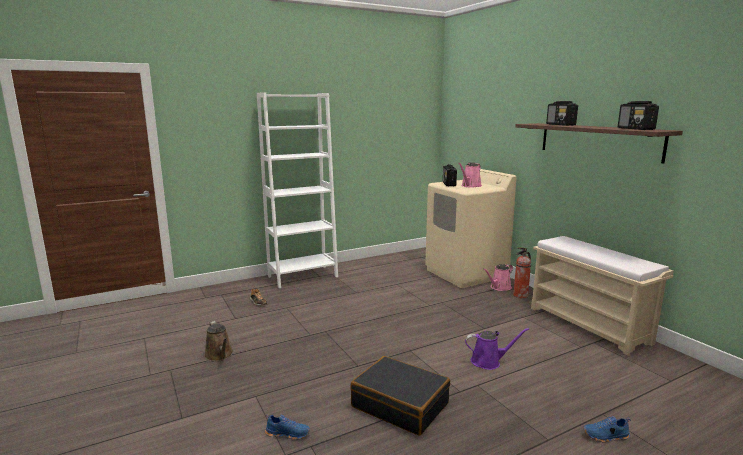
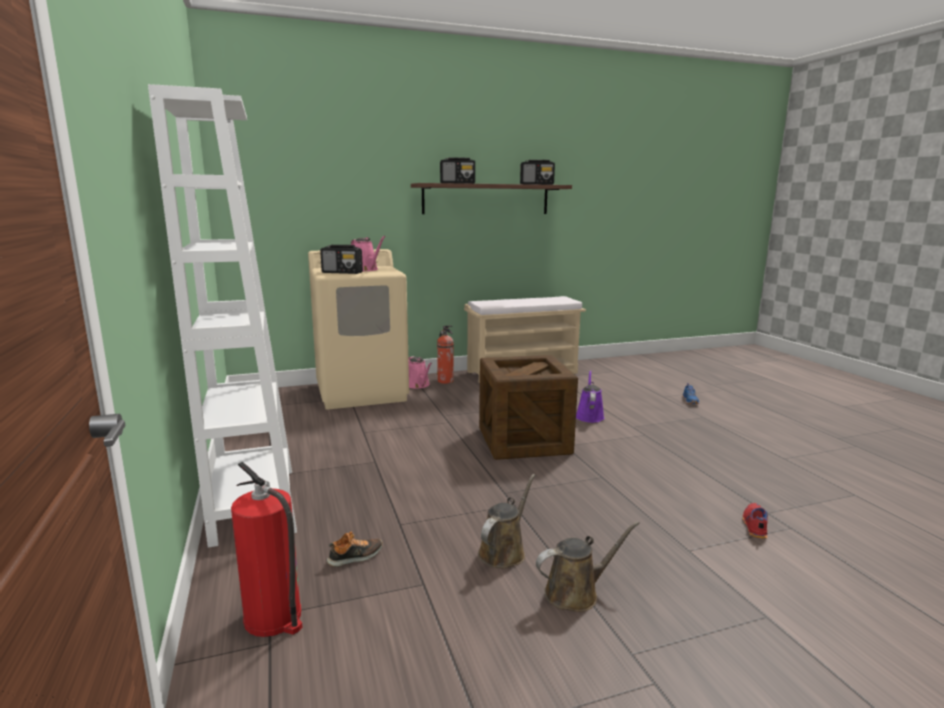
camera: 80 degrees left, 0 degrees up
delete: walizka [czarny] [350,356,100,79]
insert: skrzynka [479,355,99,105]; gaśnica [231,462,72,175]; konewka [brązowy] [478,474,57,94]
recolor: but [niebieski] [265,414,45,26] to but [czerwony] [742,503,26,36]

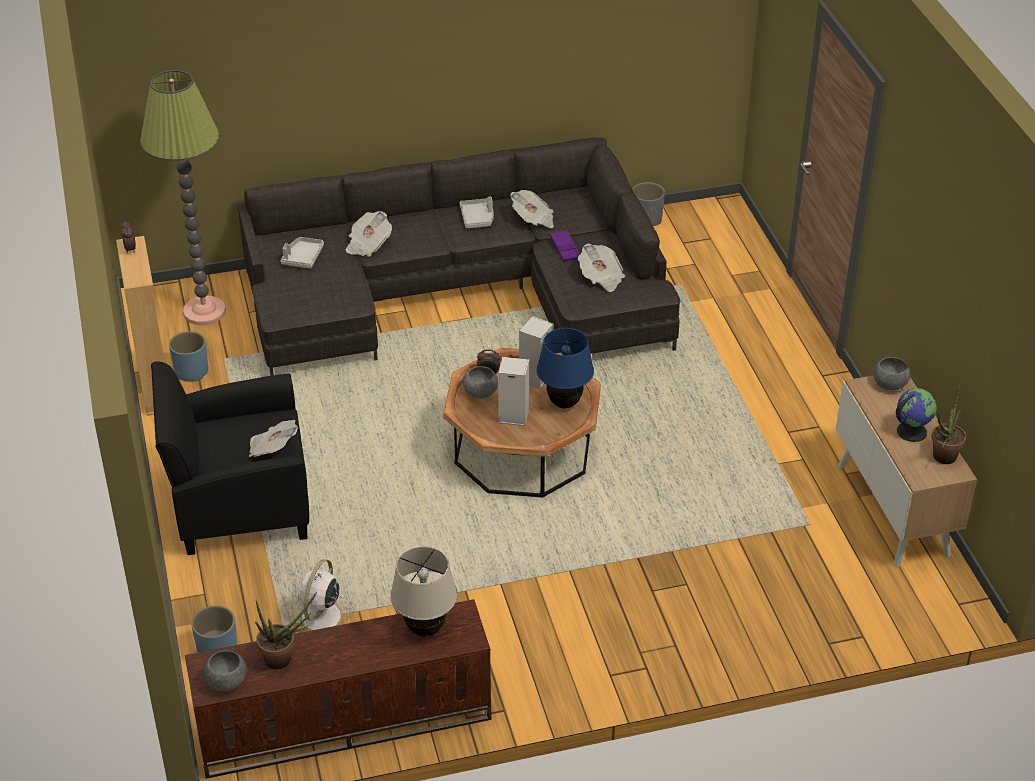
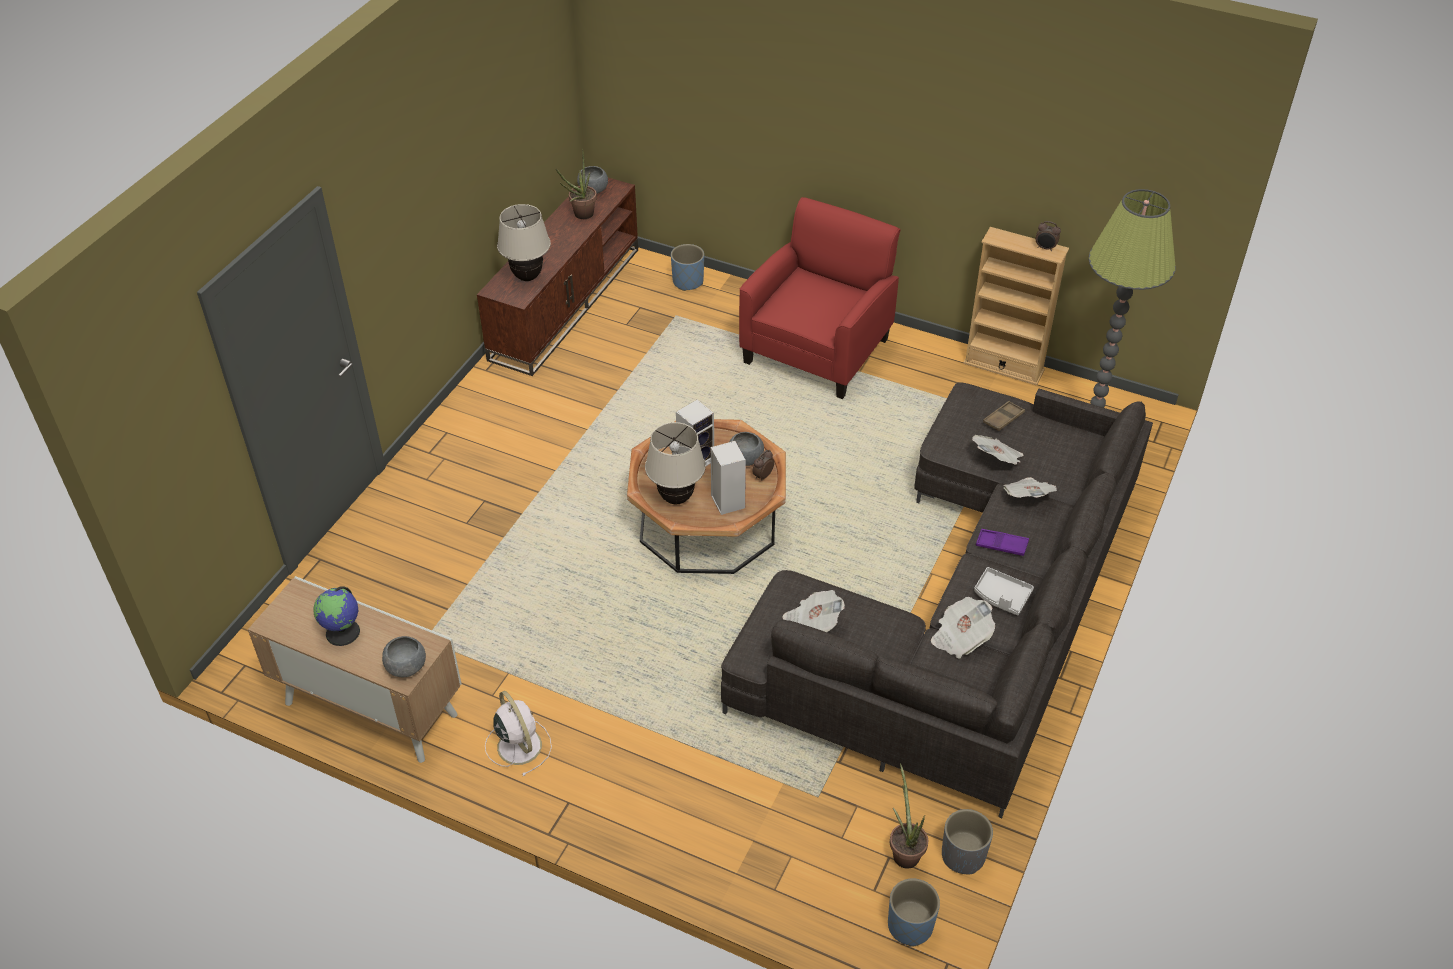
camera: 130 degrees right, 5 degrees up
delete: taca [szary] [281,237,43,31]
insert: taca [brązowy] [983,401,42,30]
move: taca [fioletowy] [550,230,30,31] to [976,529,53,27]; donica [niebieski] [169,331,39,50] to [888,878,52,69]; roślina doniczkowa [931,384,36,80] to [890,763,38,106]; gazeta [249,420,49,37] to [972,435,52,30]; wentylator [biały] [292,559,58,74] to [485,691,67,85]
recolor: lampa stołowa [niebieski] [537,328,57,80] to lampa stołowa [beżowy] [645,422,61,83]; fotel [czarny] [151,361,158,194] to fotel [czerwony] [739,197,161,202]

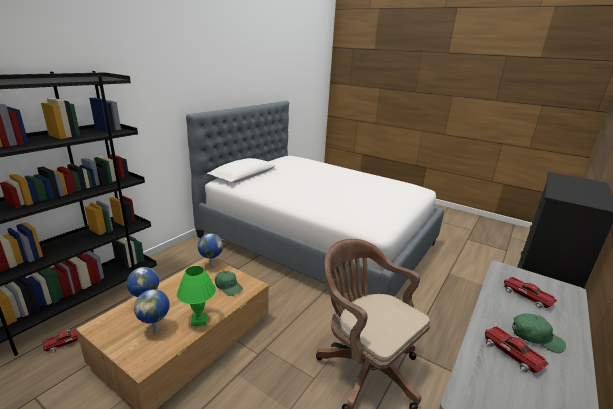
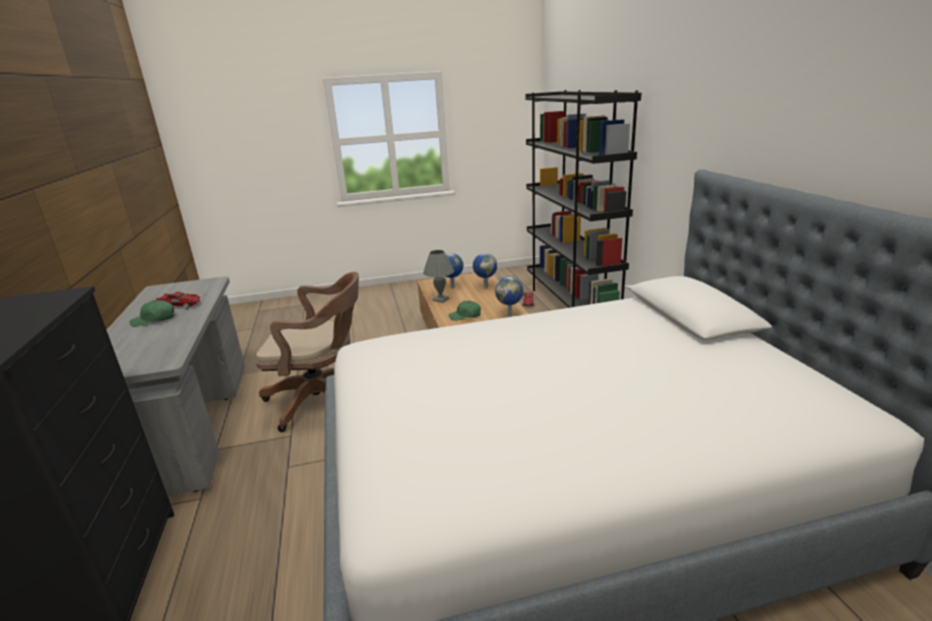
camera: 135 degrees right, 0 degrees up
delete: samochodzik [504,277,53,32]
recolor: lampa stołowa [zielony] [177,266,39,60] to lampa stołowa [szary] [423,250,31,53]

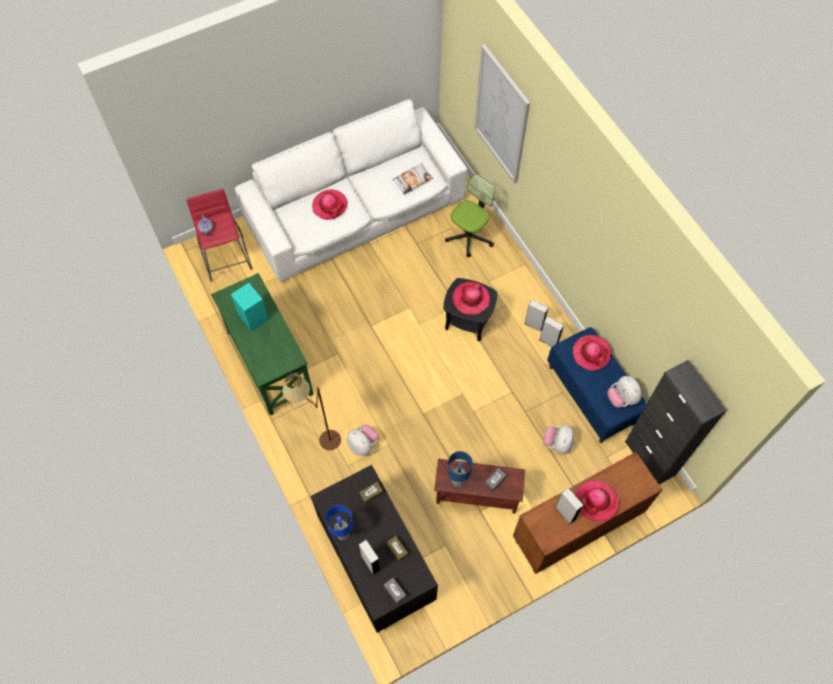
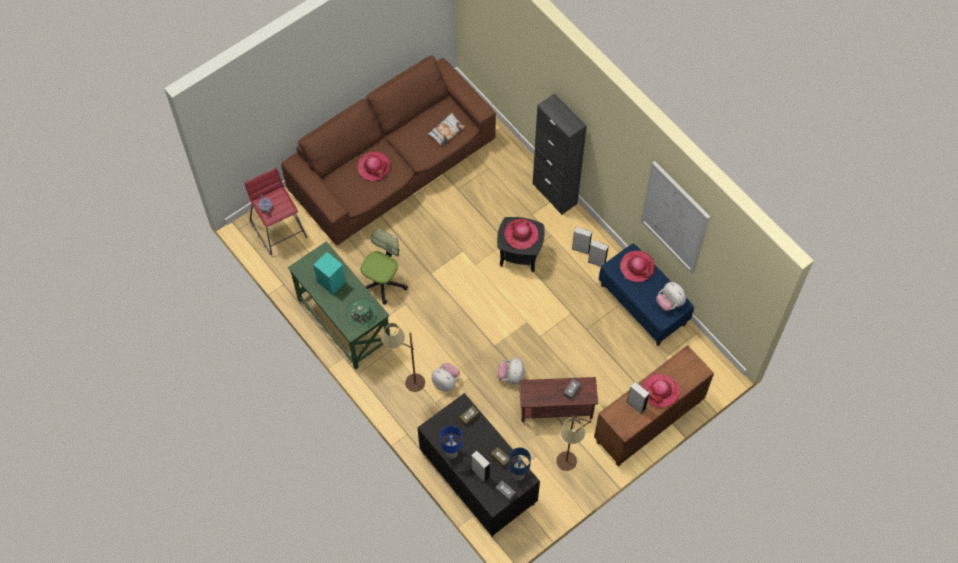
camera: 10 degrees left, 0 degrees up
insert: kapelusz [zielony] [346,298,32,30]; lampa stojąca [brązowy] [556,416,35,55]
move: obraz [474,44,56,140] to [641,161,69,113]; krzesło biurowe [445,174,50,83] to [360,229,48,75]; szafka [czarny] [625,360,101,124] to [533,93,54,122]; pluszak [543,425,31,29] to [497,358,28,26]; lampa stołowa [niebieski] [447,451,26,36] to [508,447,23,33]
recolor: kanapa [biały] [235,99,232,183] to kanapa [brązowy] [281,55,215,190]

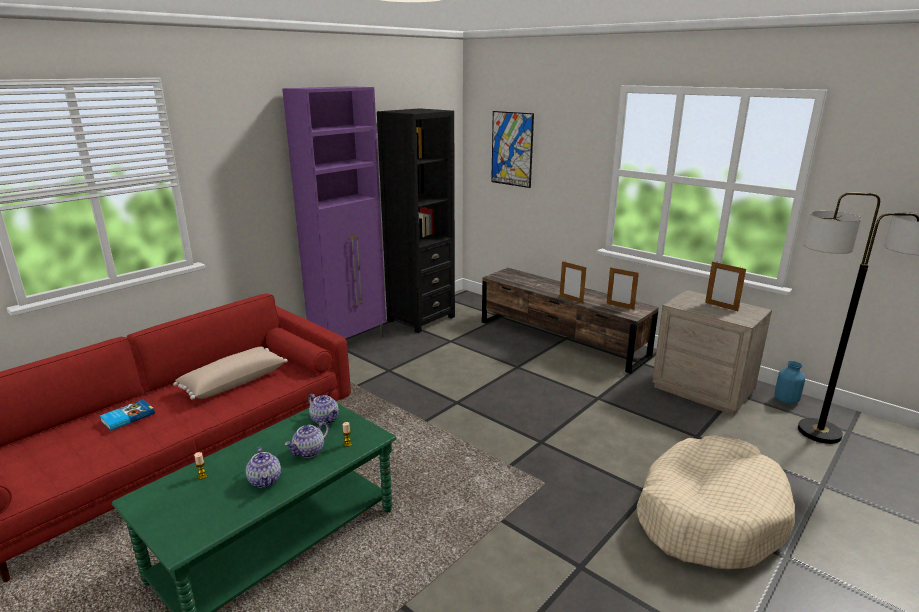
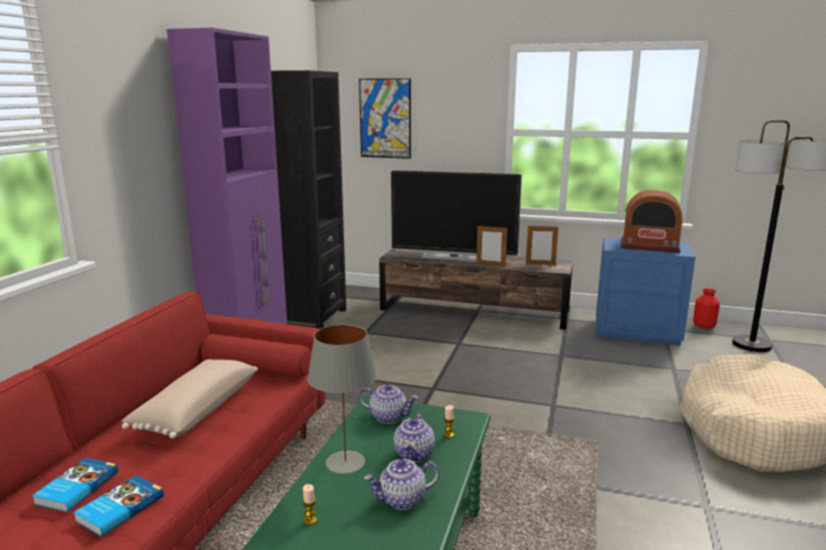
camera: 25 degrees left, 5 degrees down
insert: telewizor [391,170,131,92]; lampa stołowa [szary] [307,325,70,149]; książka [73,475,91,62]
replace: ramka na zdjęcie [705,261,41,50] to radio [621,190,62,63]
recolor: szafka nocna [beżowy] [652,290,120,125] to szafka nocna [niebieski] [596,237,99,109]; wazon [niebieski] [774,361,31,43] to wazon [czerwony] [693,288,27,41]
rotate: imbryk [246,447,35,41] = [364,459,75,51] 120 degrees clockwise

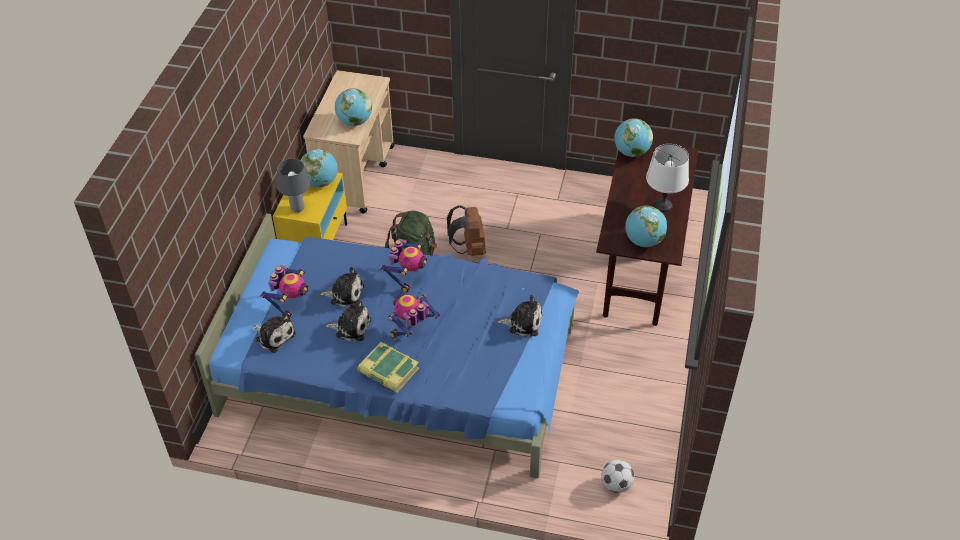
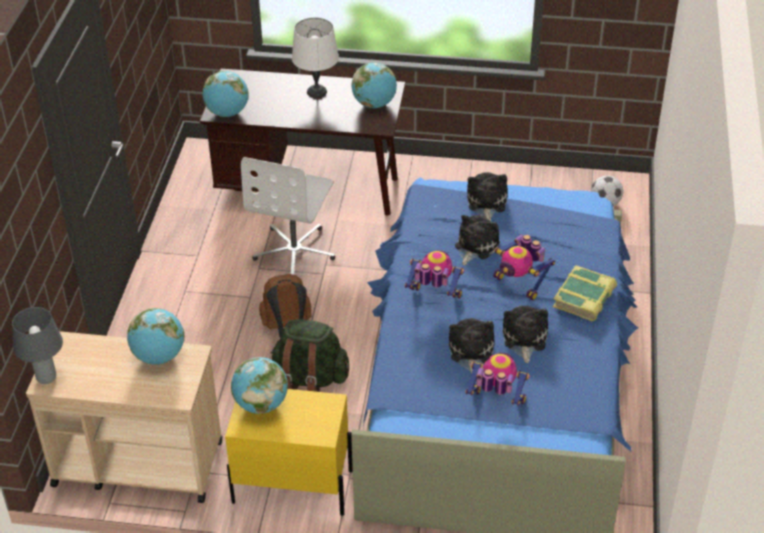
camera: 95 degrees left, 5 degrees down
insert: krzesło biurowe [biały] [241,157,94,118]
move: lampa stołowa [szary] [277,158,33,55] to [12,307,51,77]; pluszak [253,312,43,41] to [455,215,45,50]

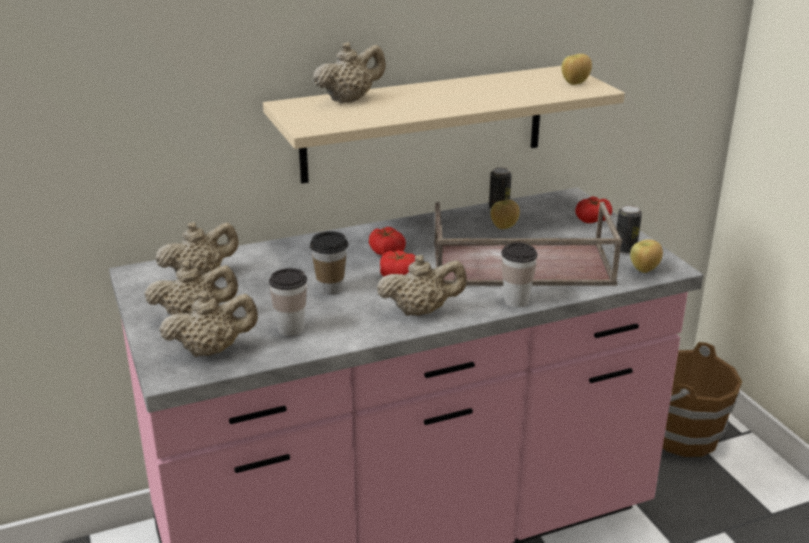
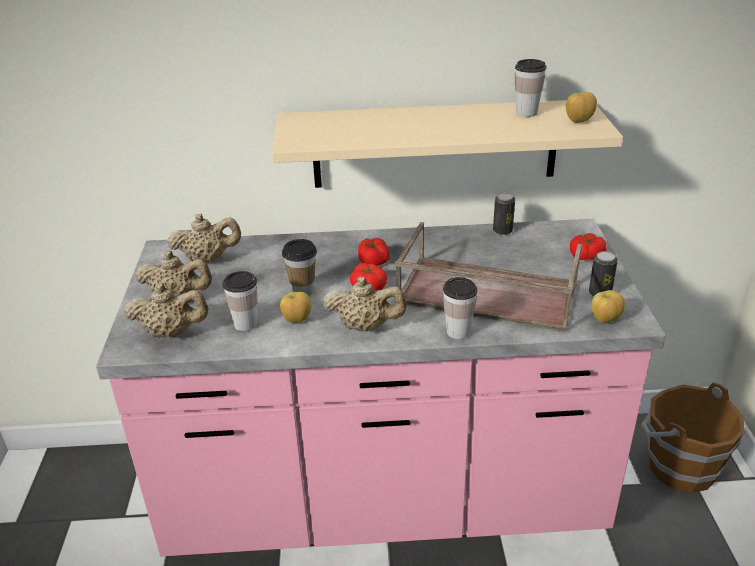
camera: 20 degrees right, 5 degrees up
delete: imbryk [beżowy] [313,42,73,61]
insert: filiżanka [515,59,32,58]
move: jabłko [490,200,30,29] to [280,292,31,31]

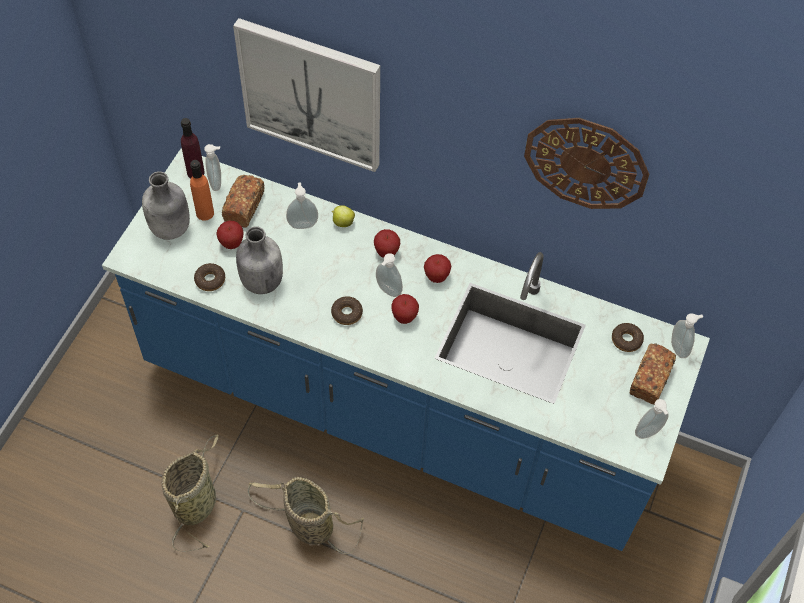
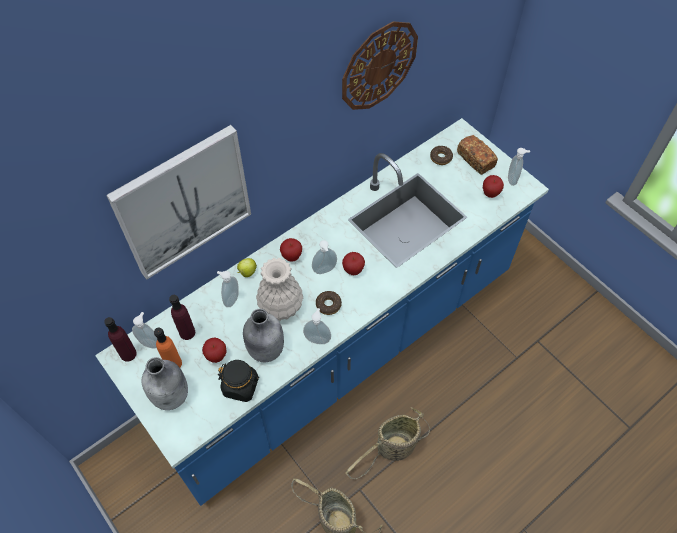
camera: 60 degrees left, 0 degrees up
insert: wazon [biały] [256,258,48,63]
move: jabłko [424,254,27,29] to [483,175,21,23]; dozownik mydła [671,313,32,45] to [303,308,28,36]
replace: chleb [222,175,43,52] to butelka [fioletowy] [169,295,26,45]; donut [194,263,31,28] to słoik [czarny] [218,360,41,42]

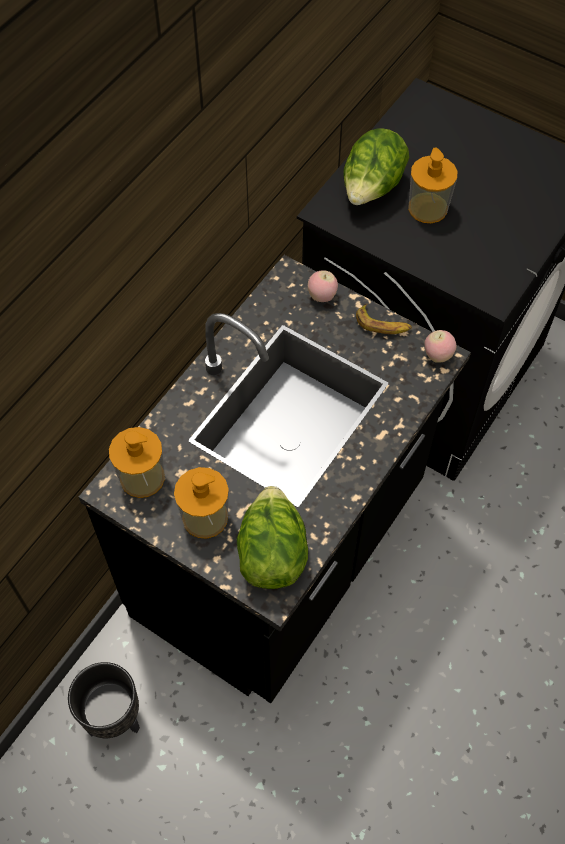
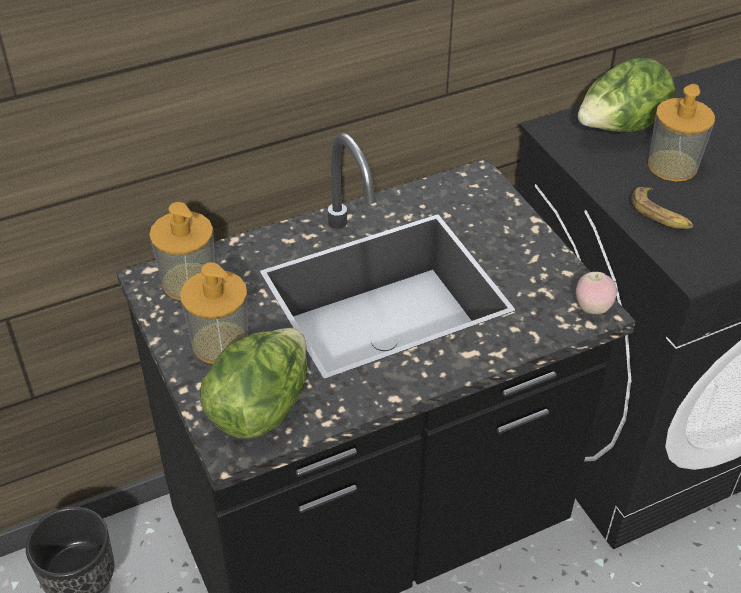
camera: 30 degrees right, 15 degrees down
delete: jabłko [308,271,30,31]
move: banan [356,304,56,30] to [631,187,62,42]

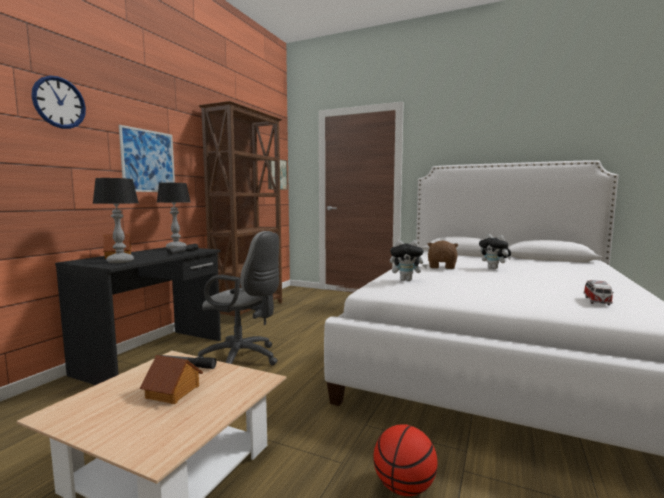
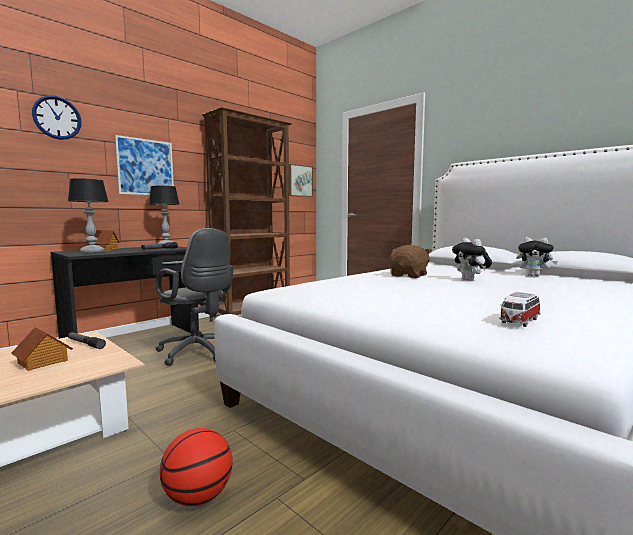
camera: 20 degrees right, 0 degrees up
move: pluszak [390,240,37,41] to [517,237,41,39]

